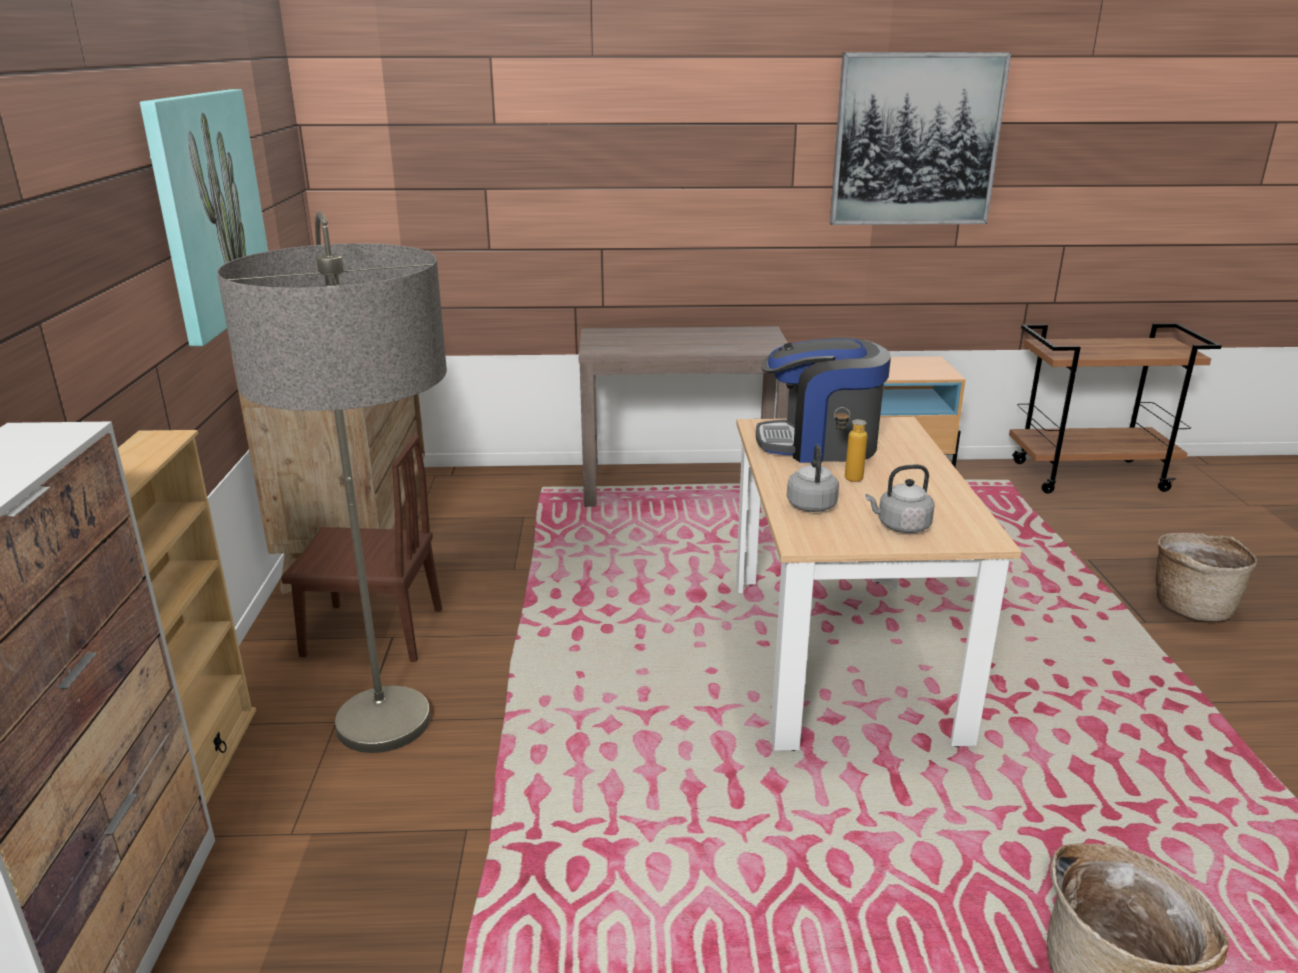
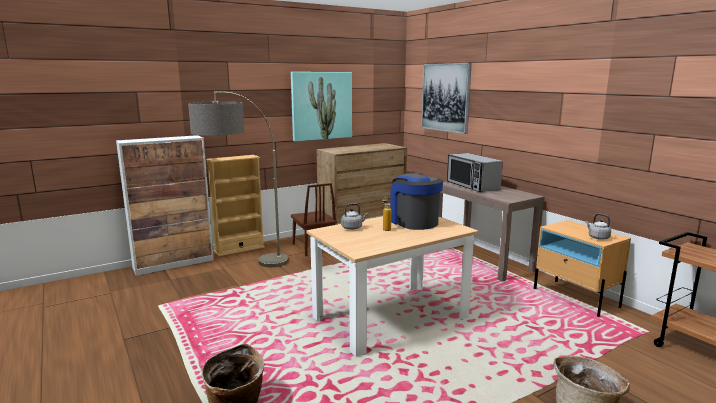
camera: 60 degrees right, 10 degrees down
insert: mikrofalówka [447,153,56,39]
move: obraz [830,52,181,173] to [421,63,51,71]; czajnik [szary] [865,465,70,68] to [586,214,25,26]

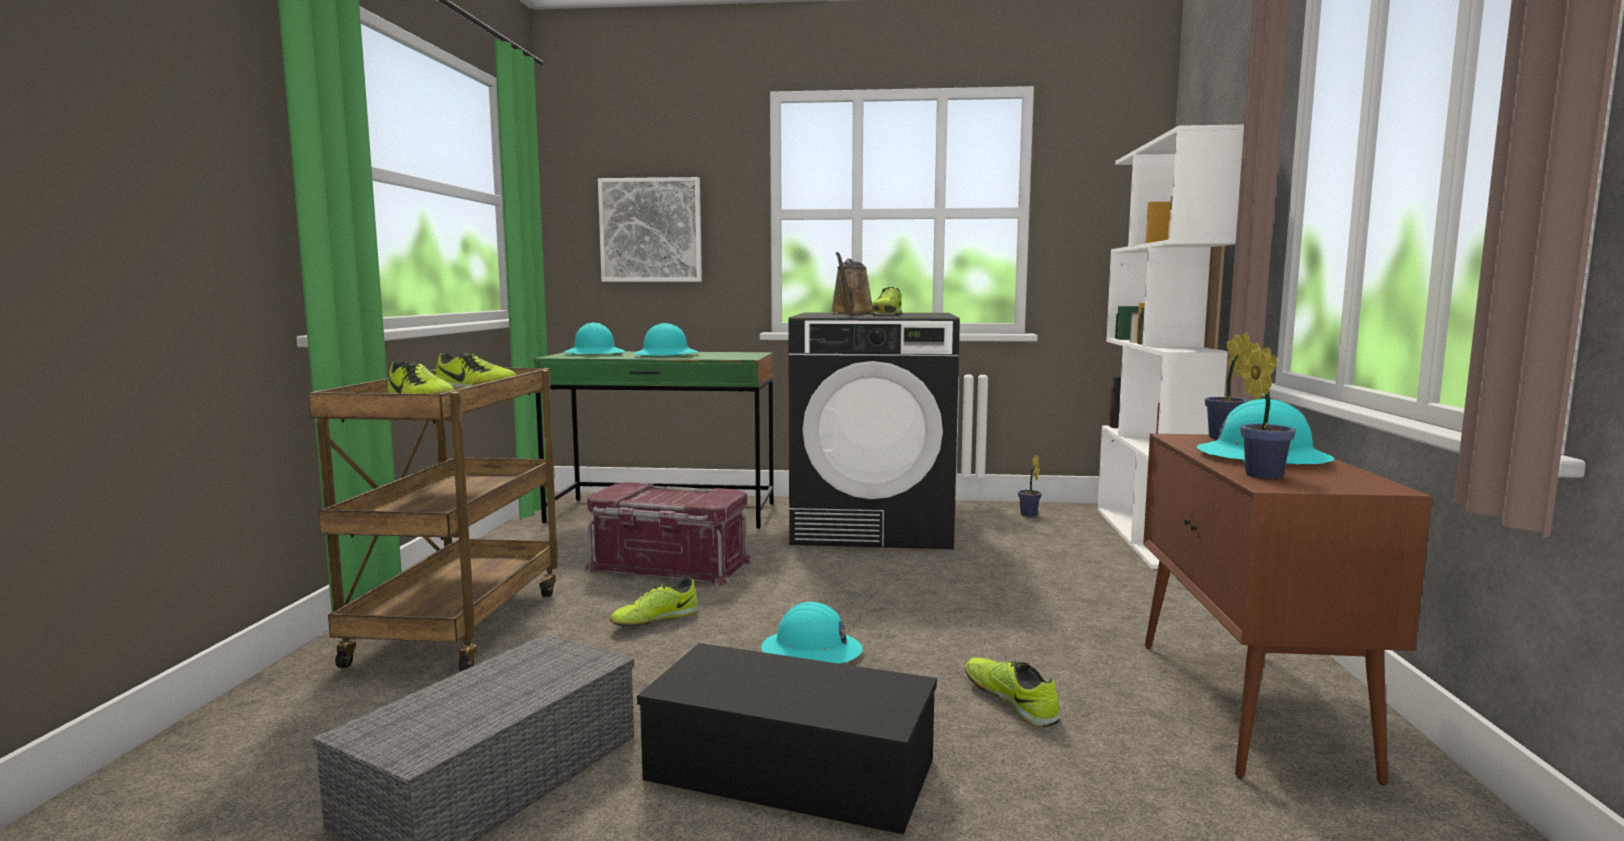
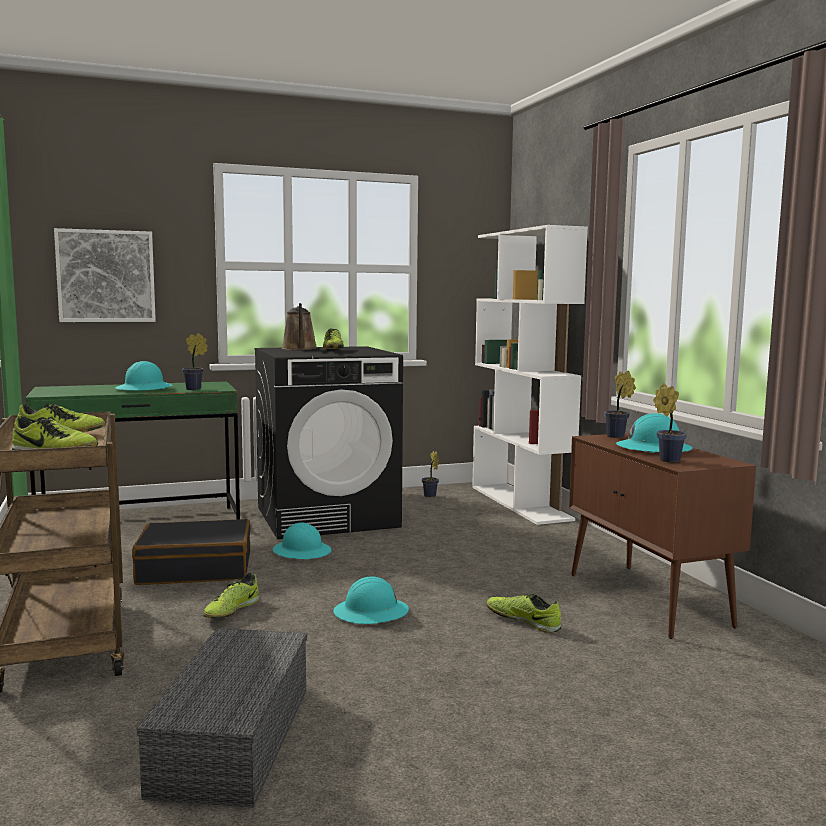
camera: 25 degrees left, 0 degrees up
delete: pojemnik do przechowywania [czarny] [637,643,300,192]
insert: roślina doniczkowa [182,333,26,57]
move: kask [turkusowy] [564,322,61,33] to [273,522,58,37]
replace: pojemnik do przechowywania [czerwony] [584,482,169,104] to walizka [czarny] [132,519,119,66]

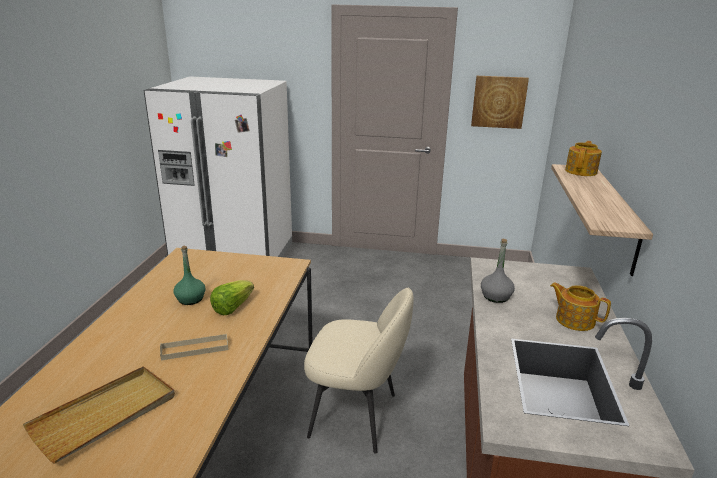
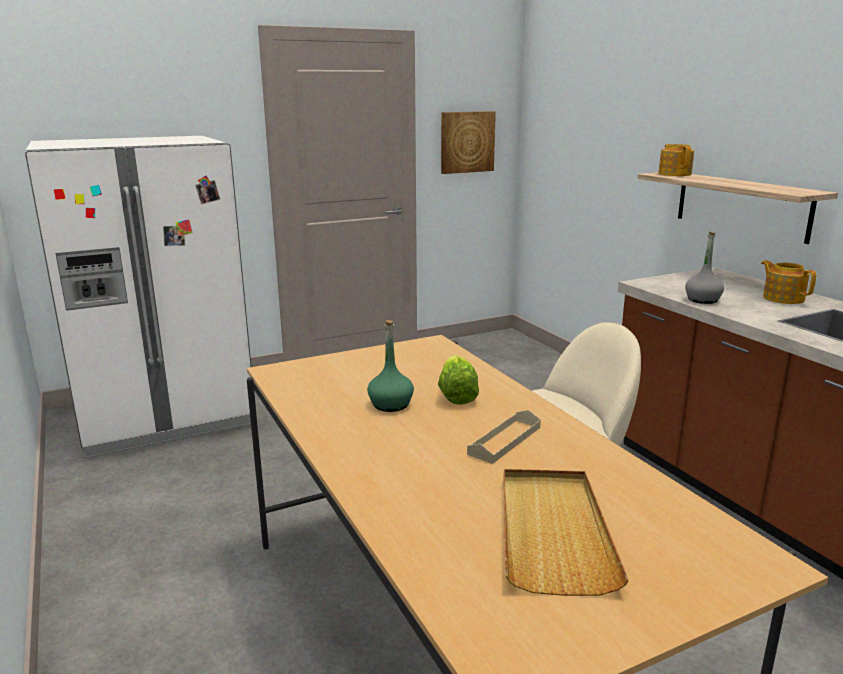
camera: 35 degrees left, 5 degrees down
rotate: imbryk [550,282,61,49] = [761,260,55,44] 60 degrees clockwise

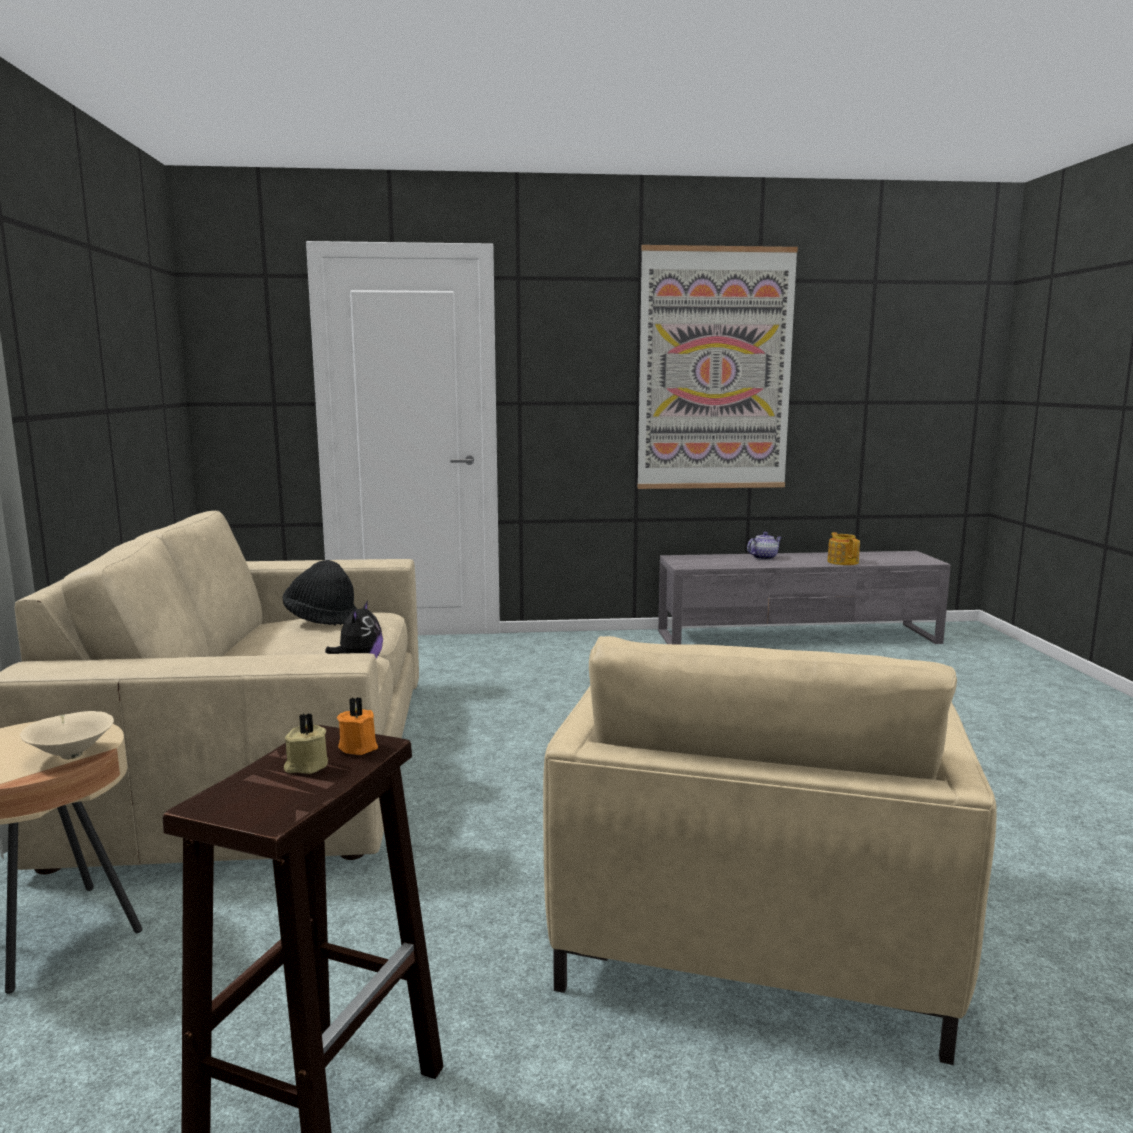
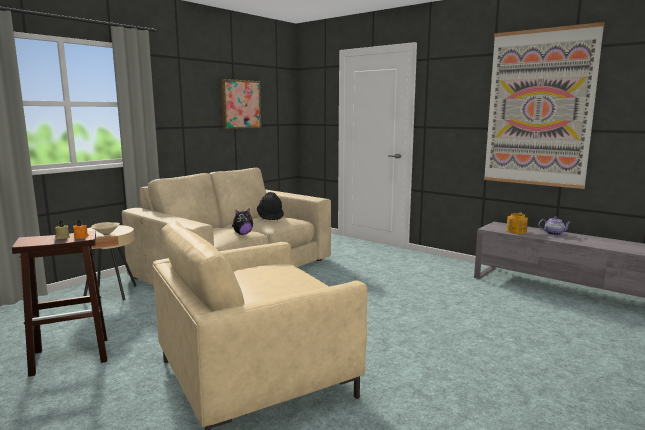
camera: 45 degrees right, 0 degrees up
insert: obraz [221,79,40,50]
move: imbryk [827,532,33,33] to [506,213,22,21]

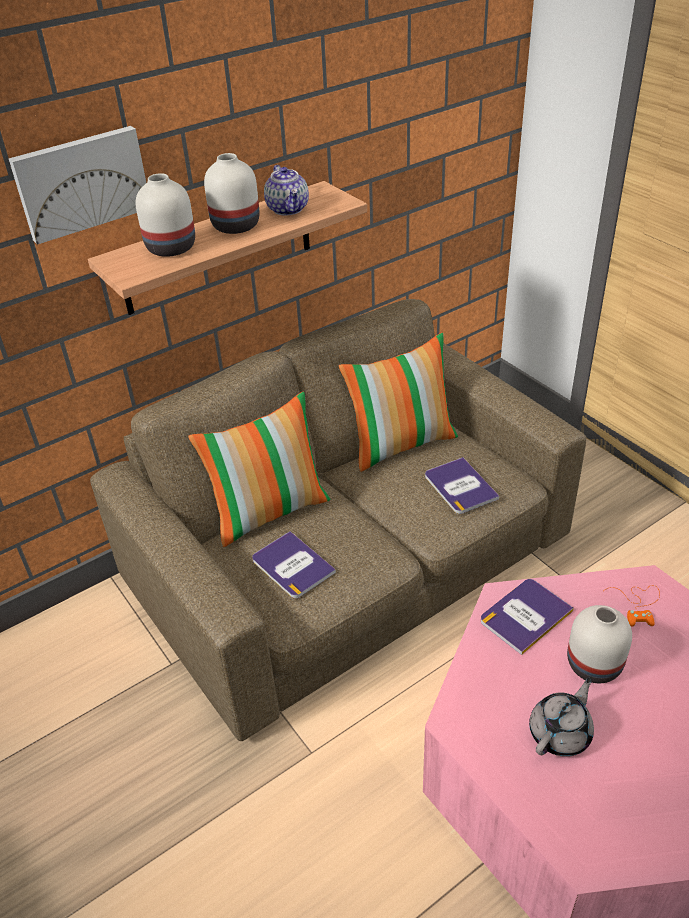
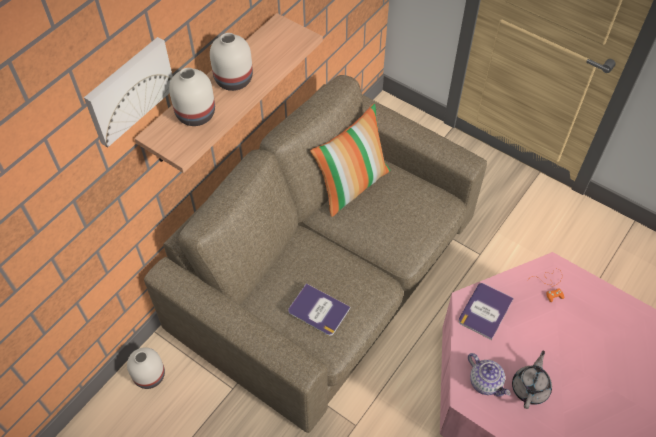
camera: 20 degrees left, 15 degrees up
delete: poduszka [188,391,142,156]; książka [425,457,74,57]
move: imbryk [264,165,45,51] to [468,353,42,43]; wazon [biały] [567,605,65,78] to [127,347,38,42]

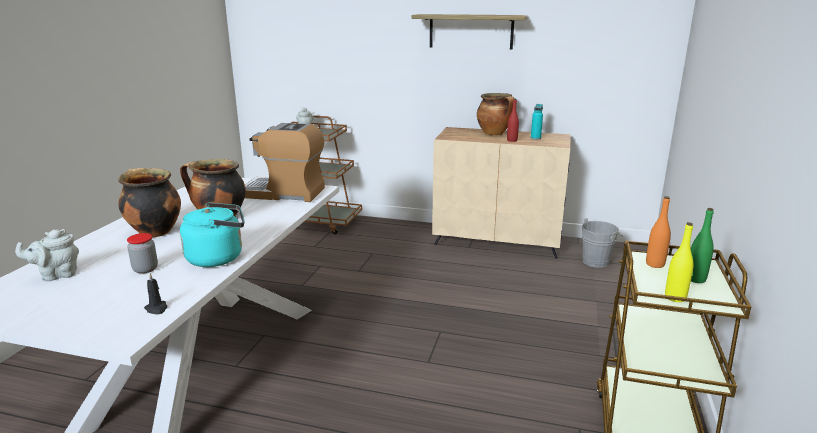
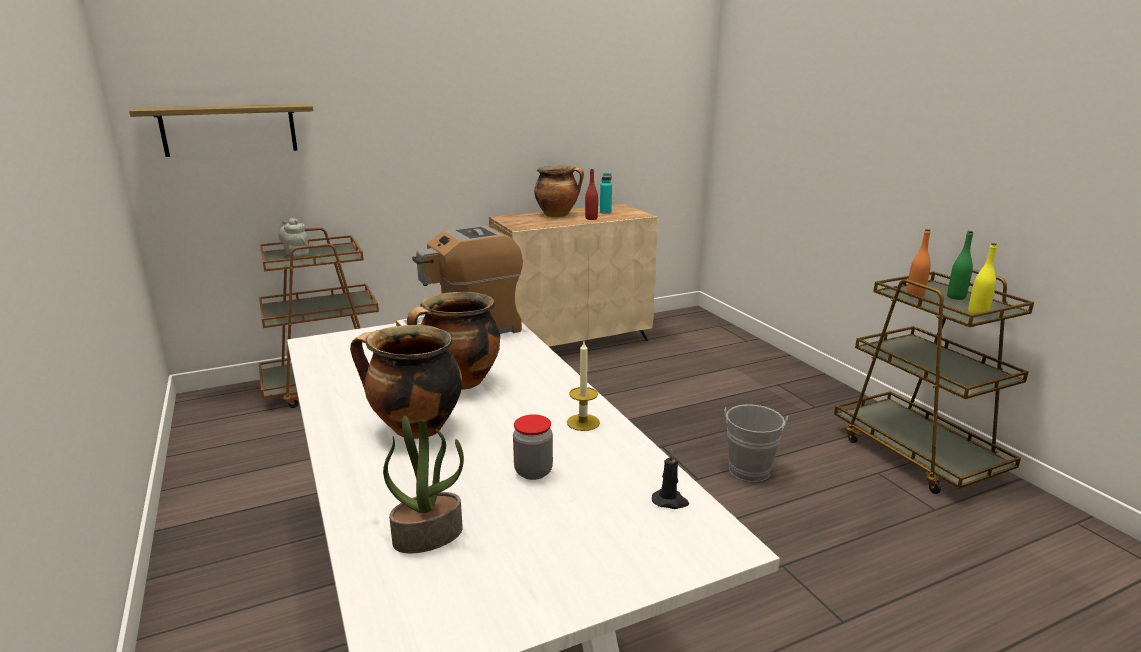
camera: 40 degrees left, 0 degrees up
move: półka [412,14,115,35] to [129,104,184,53]; wiadro [szary] [582,218,42,50] to [724,404,64,78]
replace: czajnik [turkusowy] [180,202,64,65] to świeca [567,342,33,89]; imbryk [szary] [15,229,64,52] to roślina doniczkowa [383,416,81,137]

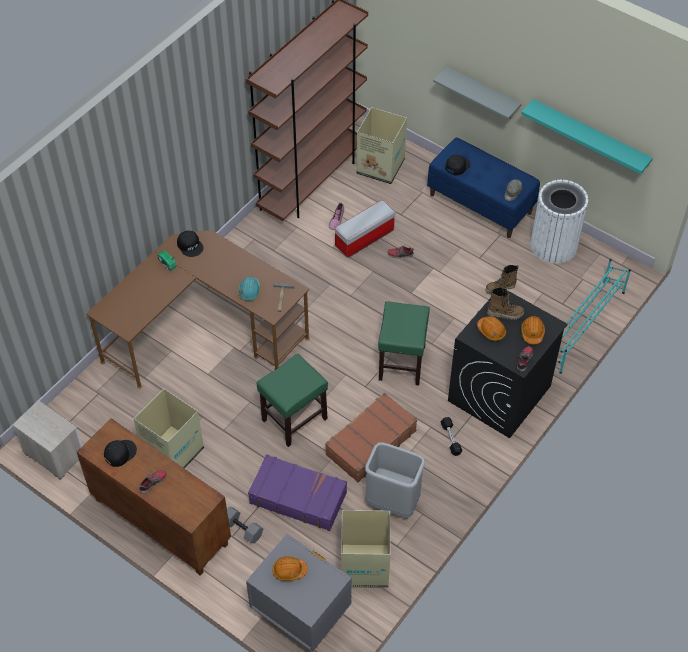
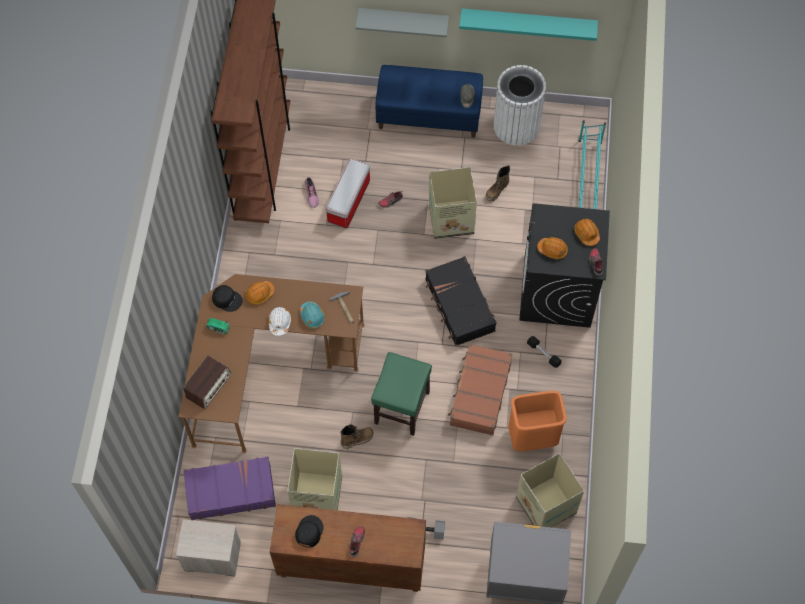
camera: 30 degrees left, 10 degrees up
delete: czapka z daszkiem [czarny] [445,155,25,20]
insert: kask [biały] [268,307,23,29]; radio [184,355,47,54]
move: karton [357,107,50,77] to [429,167,48,72]; but z cholewką [487,287,37,33] to [340,424,34,25]; walizka [fioletowy] [248,454,99,77] to [184,456,92,64]; kask [pomarańczowy] [272,556,36,25] to [245,281,30,24]
replace: stołek [zielony] [378,301,52,85] to walizka [czarny] [425,256,72,90]
recolor: kosz na śmieci [szary] [365,443,60,75] to kosz na śmieci [pomarańczowy] [508,391,59,60]

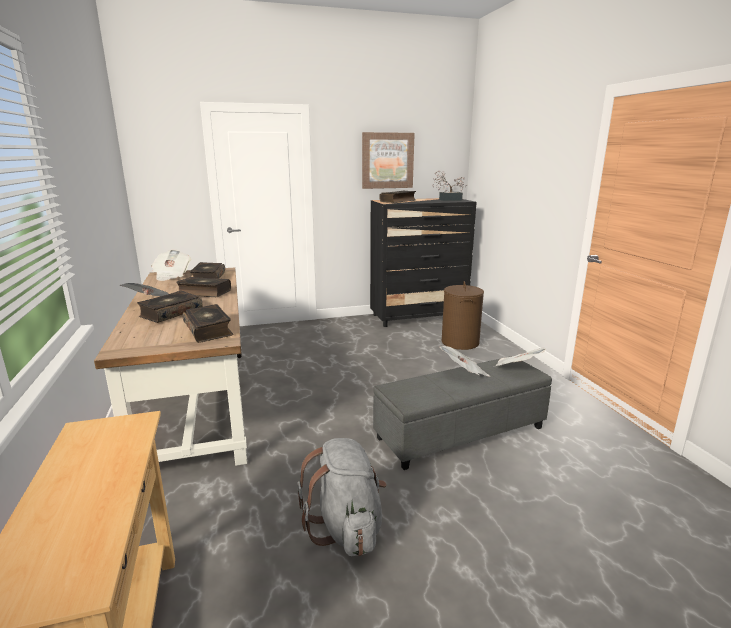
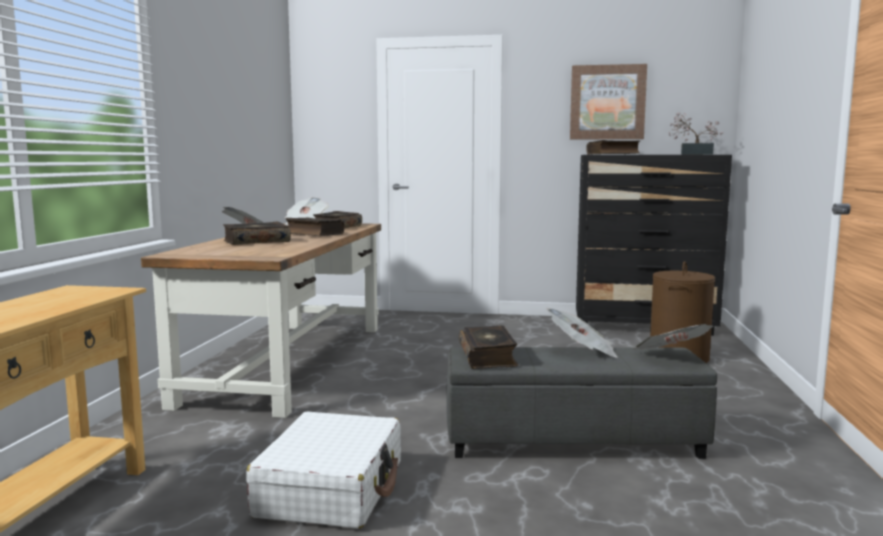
camera: 25 degrees right, 10 degrees down
move: książka [182,304,52,39] to [459,326,59,43]
replace: plecak [szary] [297,438,89,118] to walizka [biały] [246,411,155,118]

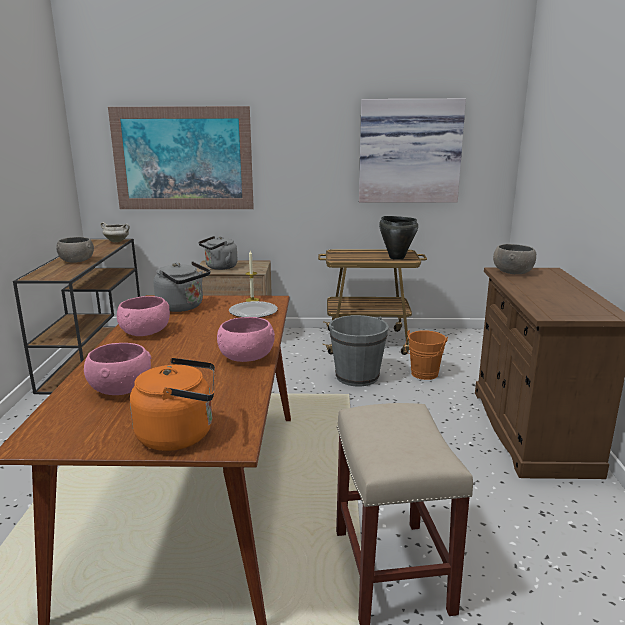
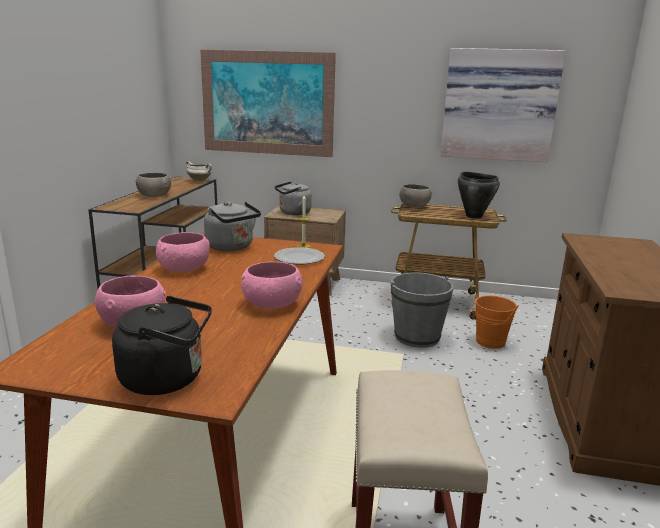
camera: 10 degrees right, 0 degrees up
move: miska [szary] [493,244,44,30] to [399,184,33,24]
recolor: czajnik [pomarańczowy] [130,358,86,93] to czajnik [czarny] [112,296,100,99]

